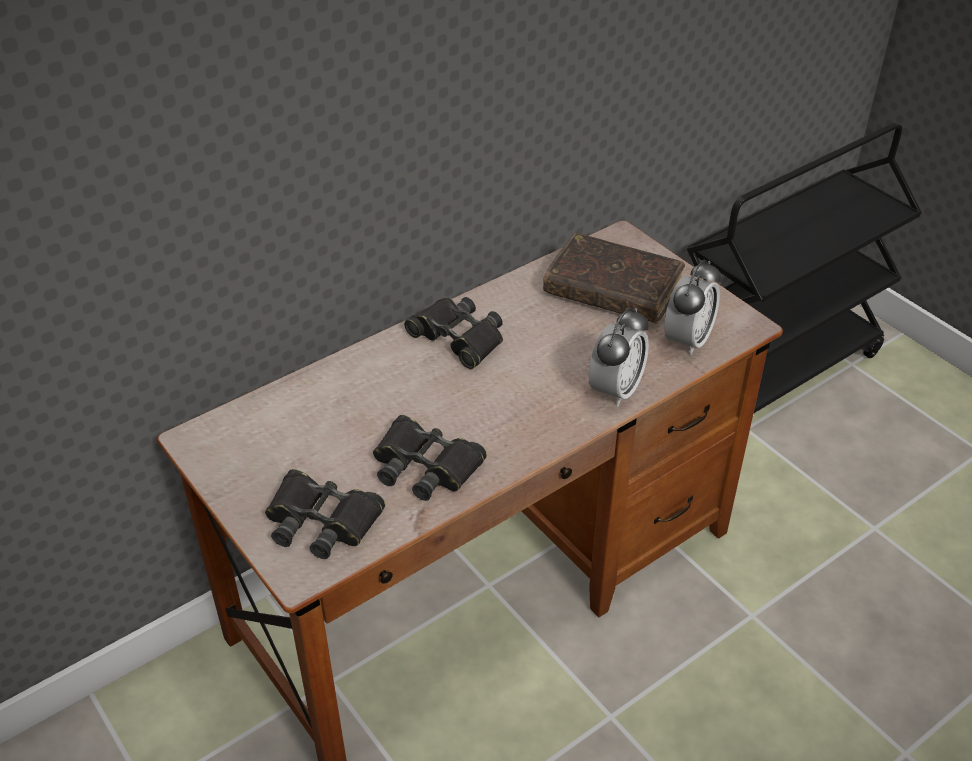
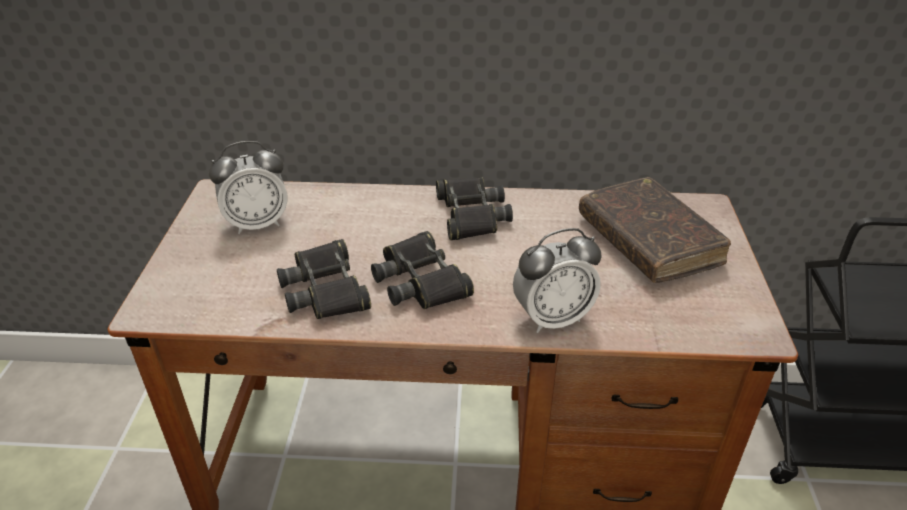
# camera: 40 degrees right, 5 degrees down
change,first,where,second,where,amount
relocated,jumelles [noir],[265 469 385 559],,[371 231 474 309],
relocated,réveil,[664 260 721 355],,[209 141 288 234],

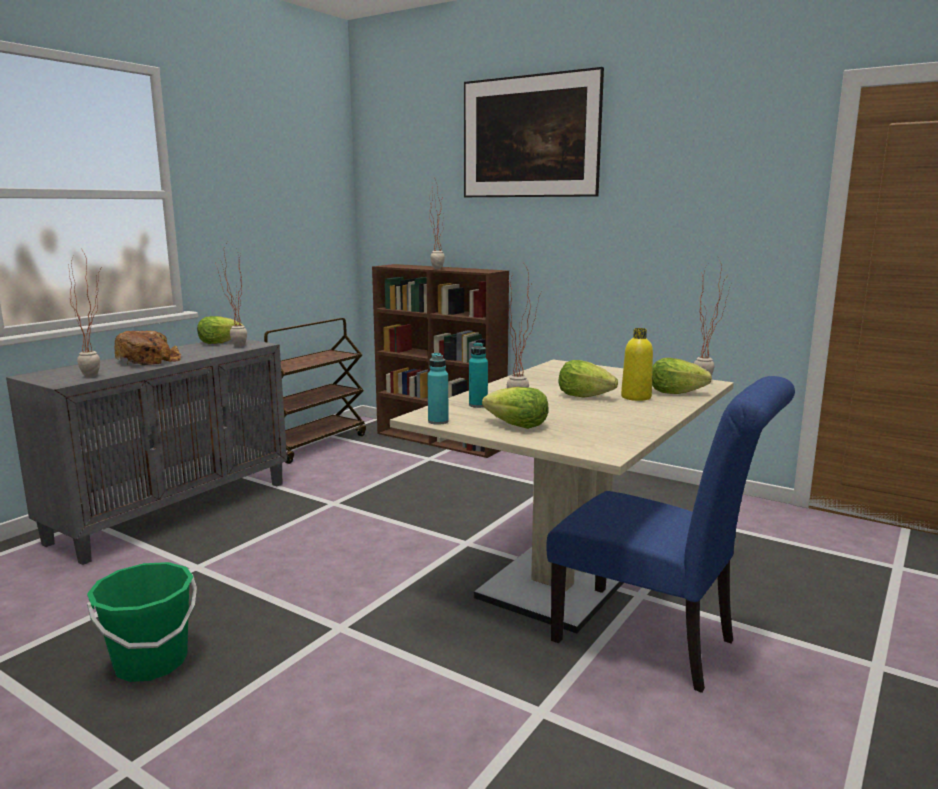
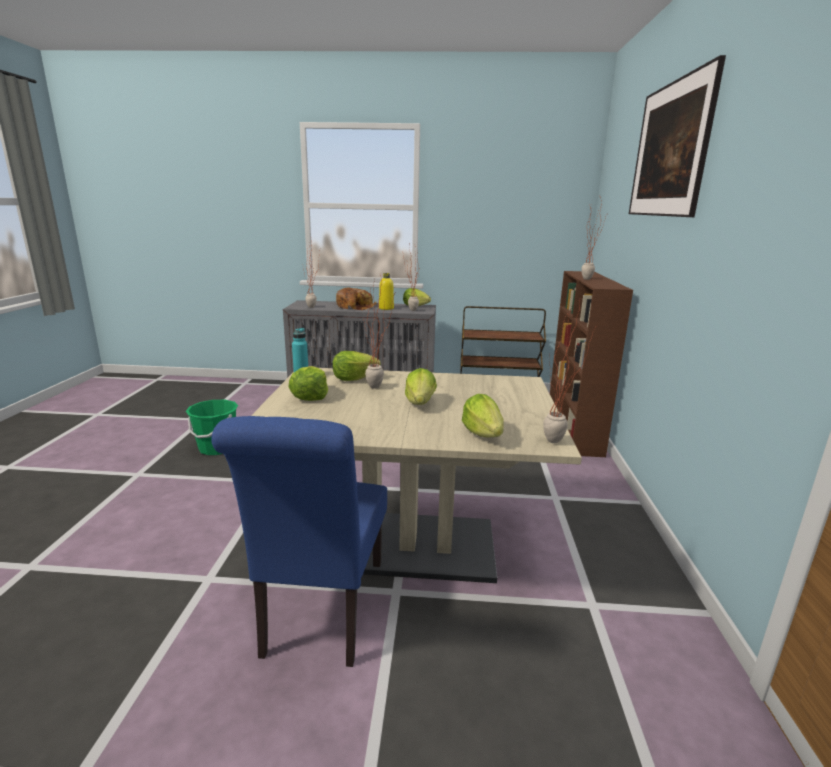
# camera: 60 degrees right, 5 degrees up
change,first,where,second,where,amount
exchanged,bouteille [turquoise],[469 342 488 408],laitue,[332 351 381 381],
relocated,bouteille [jaune],[621 328 653 401],,[379 273 394 310],

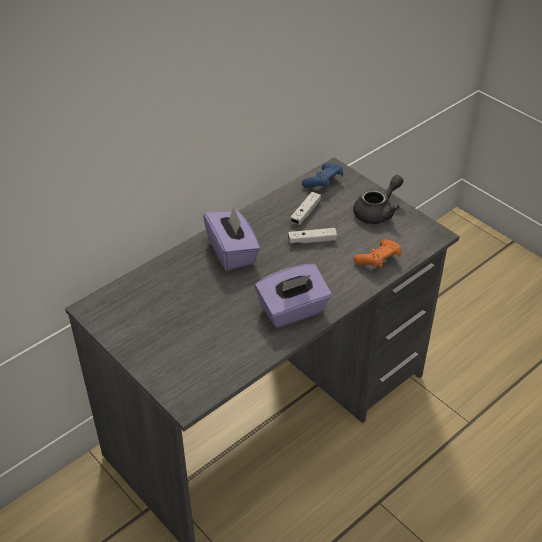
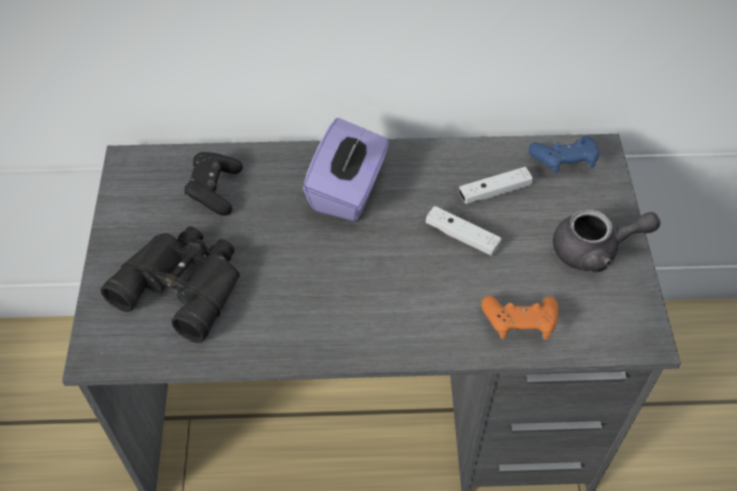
# camera: 40 degrees right, 10 degrees up
change,first,where,second,where,amount
missing,boîte à mouchoirs [violet],[255 264 332 328],,,
appeared,,,jumelles [noir],[101 227 240 343],
appeared,,,manette [noir],[184 152 243 216],

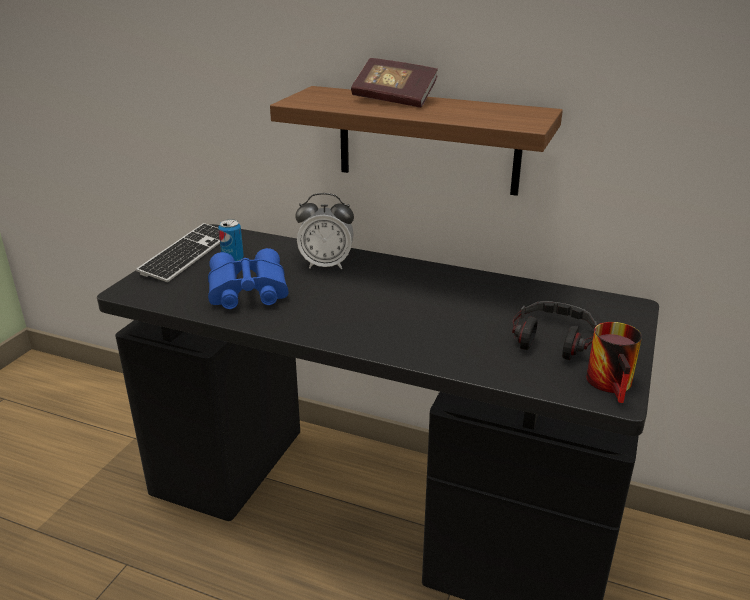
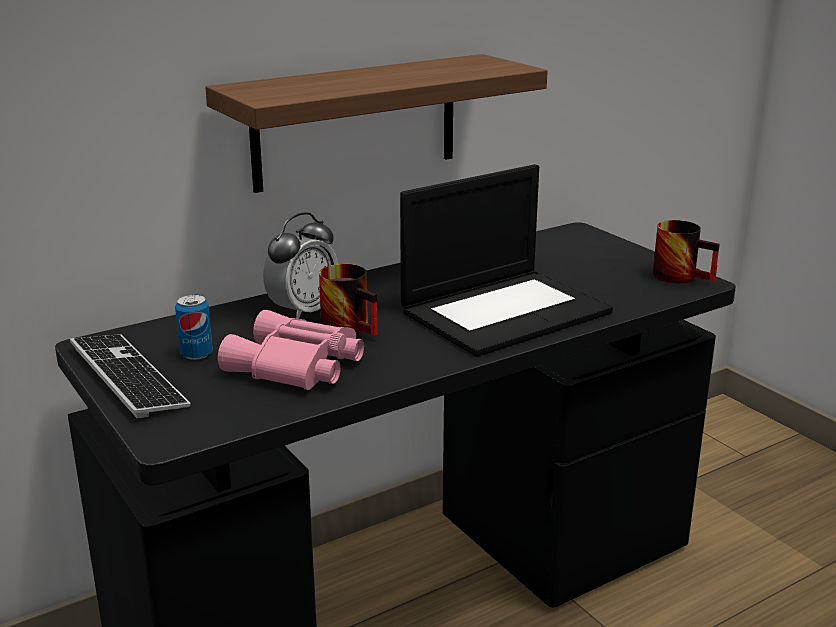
# camera: 55 degrees left, 5 degrees down
change,first,where,second,where,amount
colour,jumelles [bleu],[208 248 288 309],jumelles [rose],[218 310 364 390],
missing,livre,[351 58 438 108],,,
missing,casque audio,[512 301 597 360],,,
appeared,,,mug,[319 264 378 336],
appeared,,,ordinateur portable,[400 164 613 357],

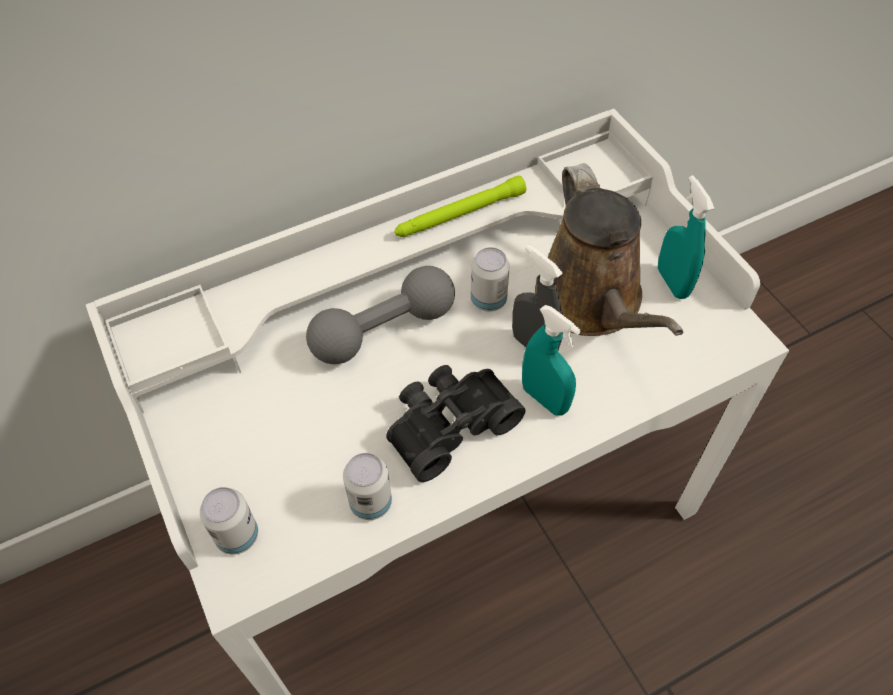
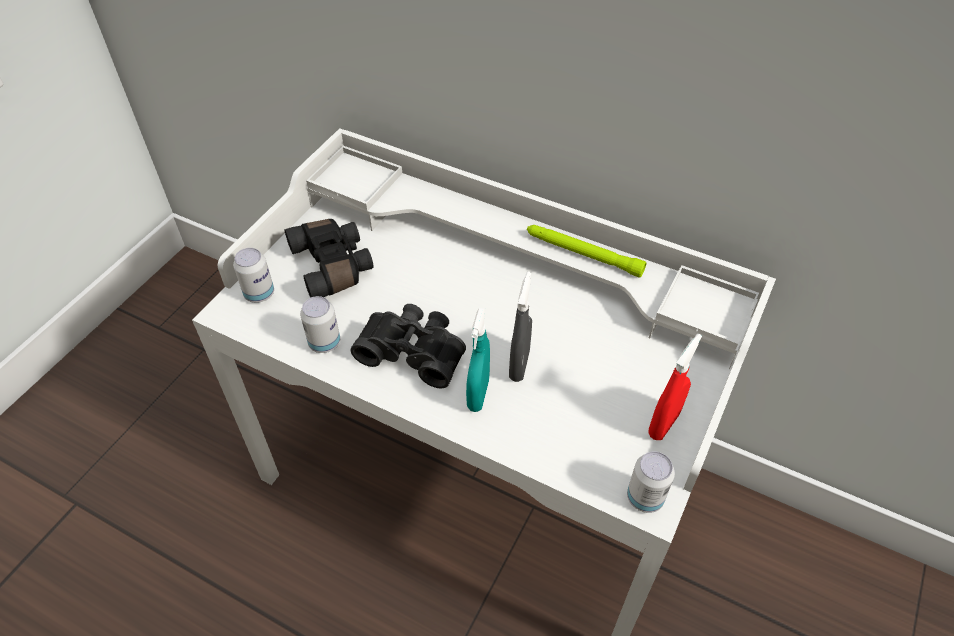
# camera: 55 degrees right, 5 degrees down
change,first,where,second,where,amount
missing,haltère [gris],[306 266 455 364],,,
relocated,boîte métallique,[471 247 510 311],,[627 451 675 513],
missing,arrosoir [marron],[535 163 684 336],,,
colour,vaporisateur [turquoise],[658 175 714 299],vaporisateur [rouge],[648 334 702 440],
appeared,,,jumelles [noir],[284 219 374 298],

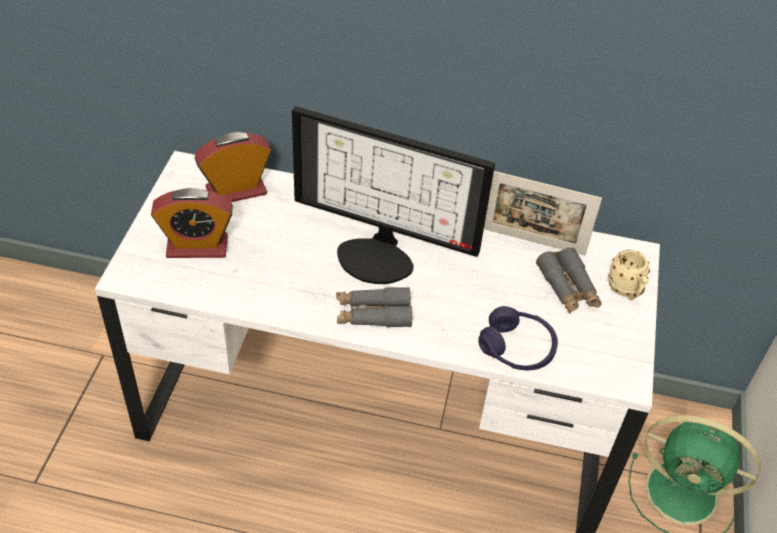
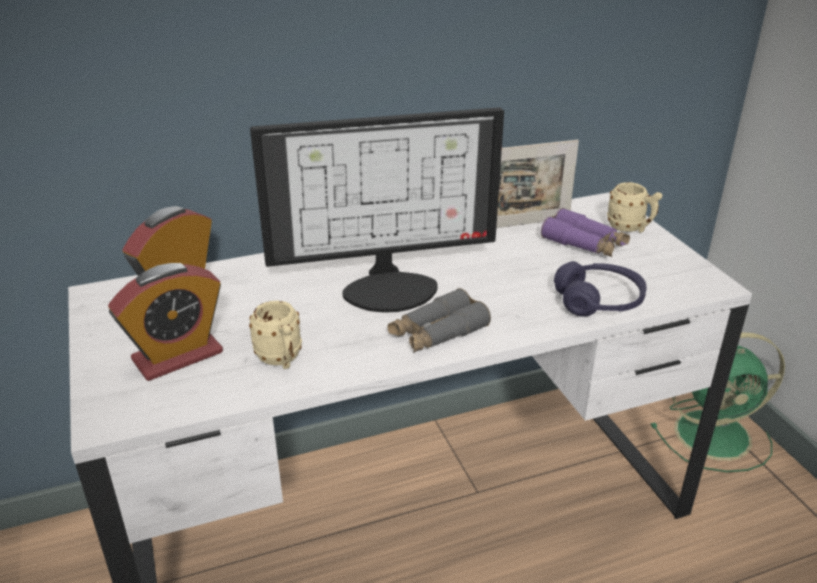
# camera: 30 degrees left, 15 degrees down
change,first,where,second,where,amount
colour,jumelles [gris],[536 247 602 314],jumelles [violet],[541 208 630 257],
appeared,,,mug [beige],[249 301 302 369],

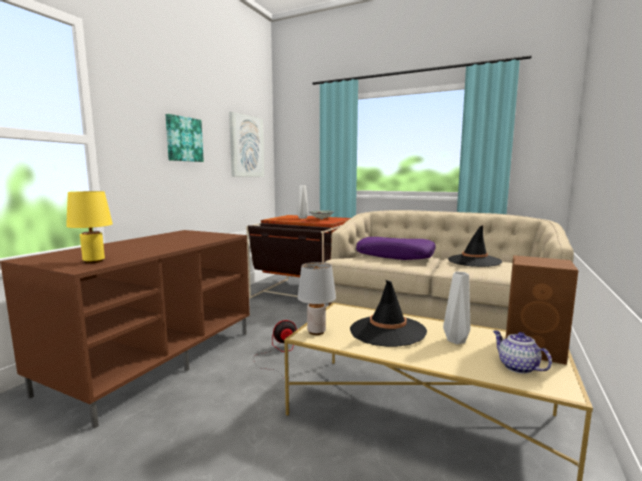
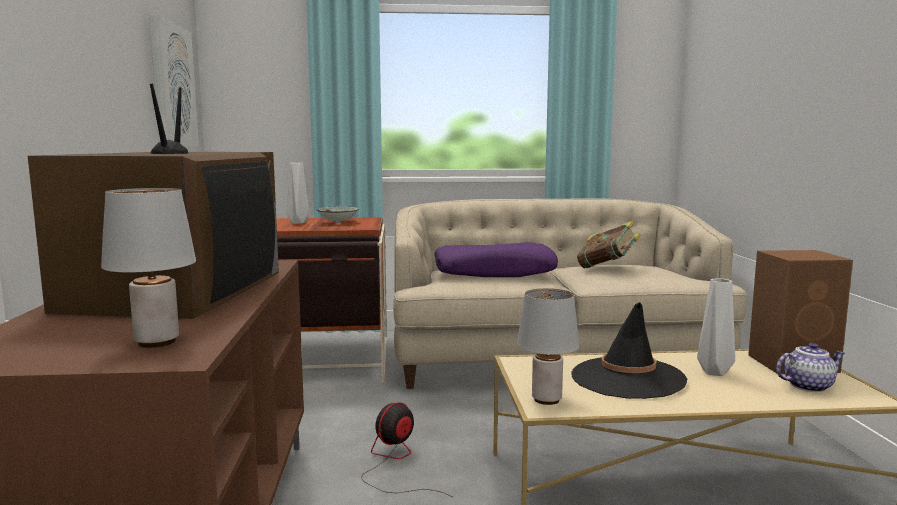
# camera: 30 degrees left, 0 degrees up
change,first,where,second,where,amount
colour,lampe de table [jaune],[66 191 113 263],lampe de table [gris],[101 188 196 348],
missing,tableau,[165 114 204 162],,,
exchanged,chapeau [noir],[448 225 502 267],livre,[577 221 641 268],
spun,théière,[493 330 552 374],,[776 343 845 392],135 degrees clockwise
appeared,,,téléviseur,[28 84 279 319],

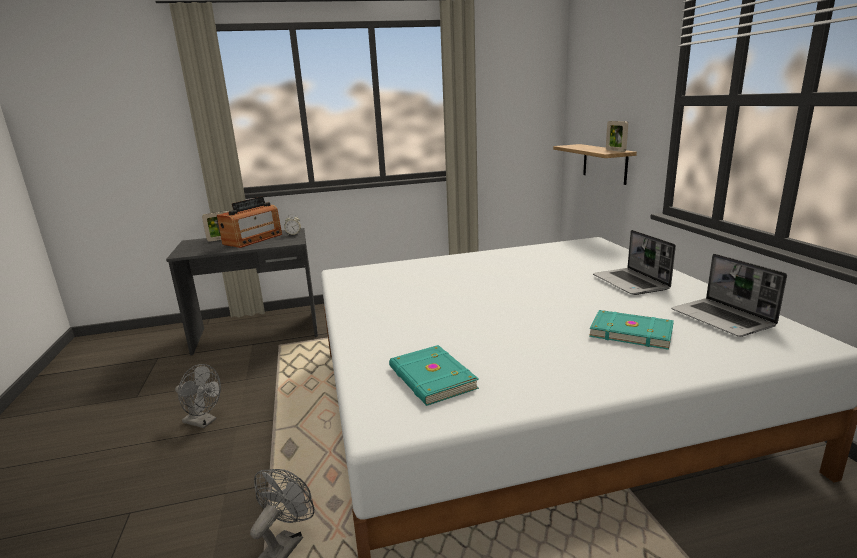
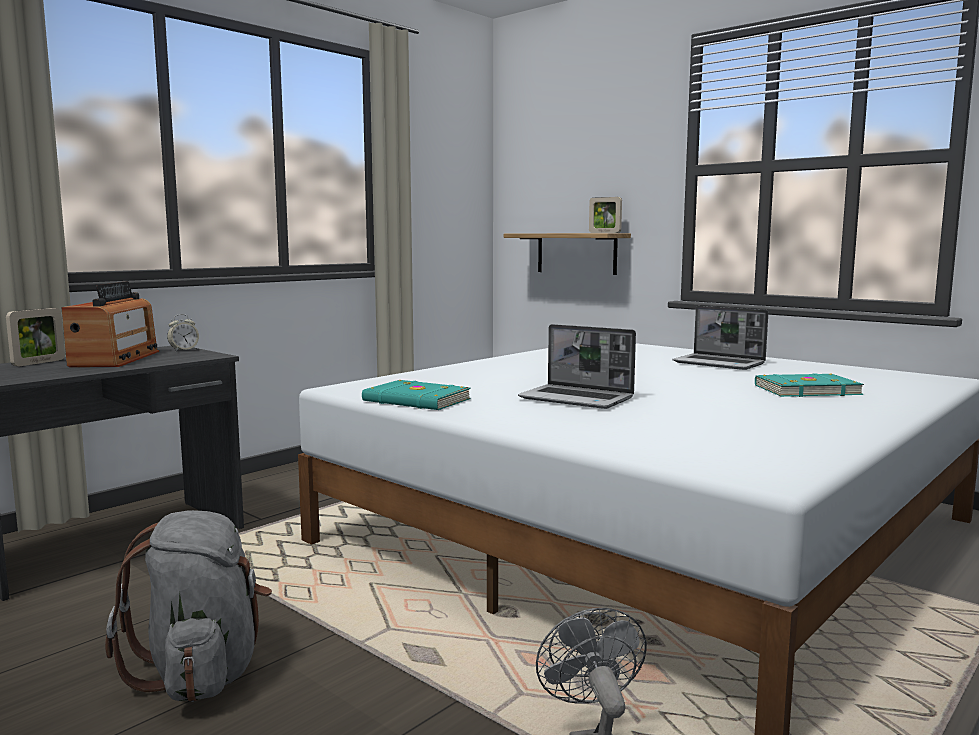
# camera: 35 degrees left, 10 degrees down
change,first,where,second,where,amount
exchanged,ventilateur [gris],[175 364 221 428],sac à dos [gris],[105 510 272 702],
relocated,livre [turquoise],[389 345 479 406],,[362 380 471 410],
relocated,ordinateur portable,[671 254 787 337],,[518 324 636 409],

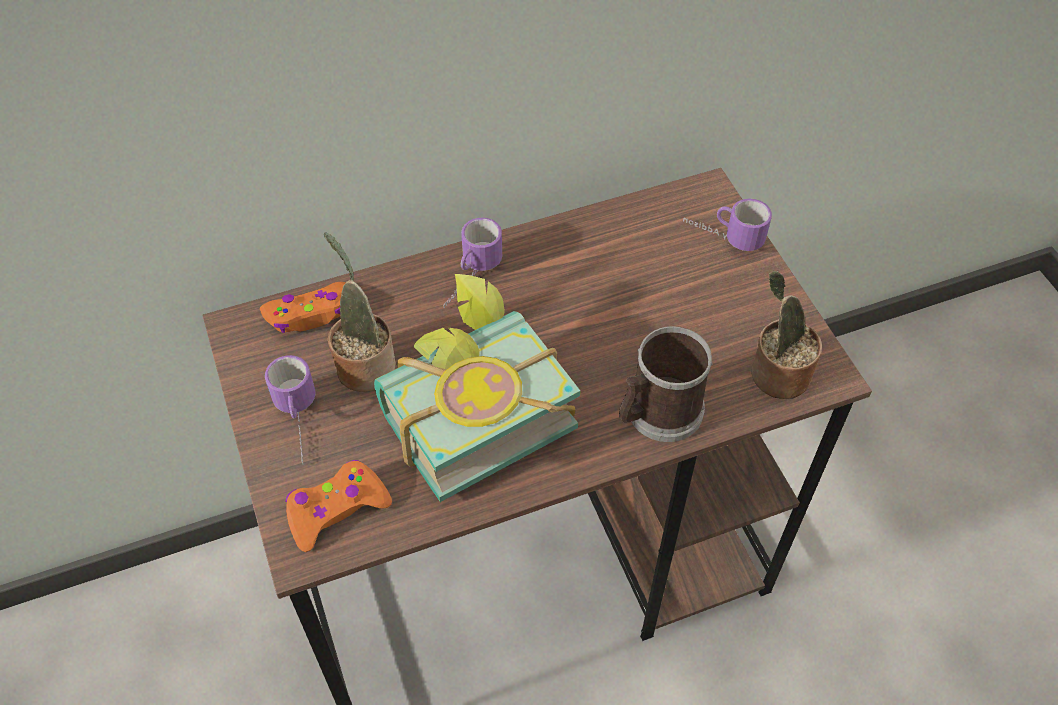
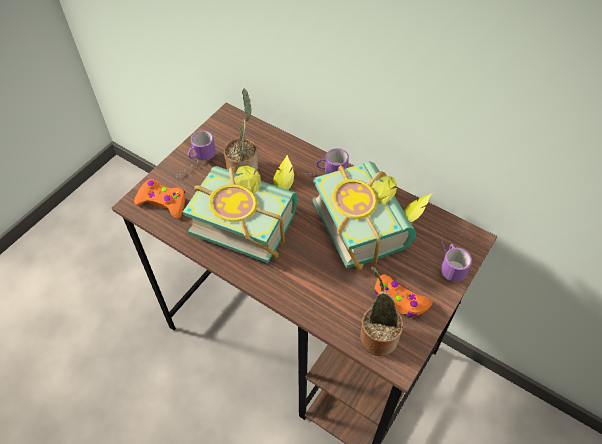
# camera: 55 degrees right, 0 degrees up
change,first,where,second,where,amount
relocated,manette [orange],[260 282 346 333],,[374 274 433 317],
missing,mug,[619 326 713 442],,,
appeared,,,livre,[313 161 432 271],

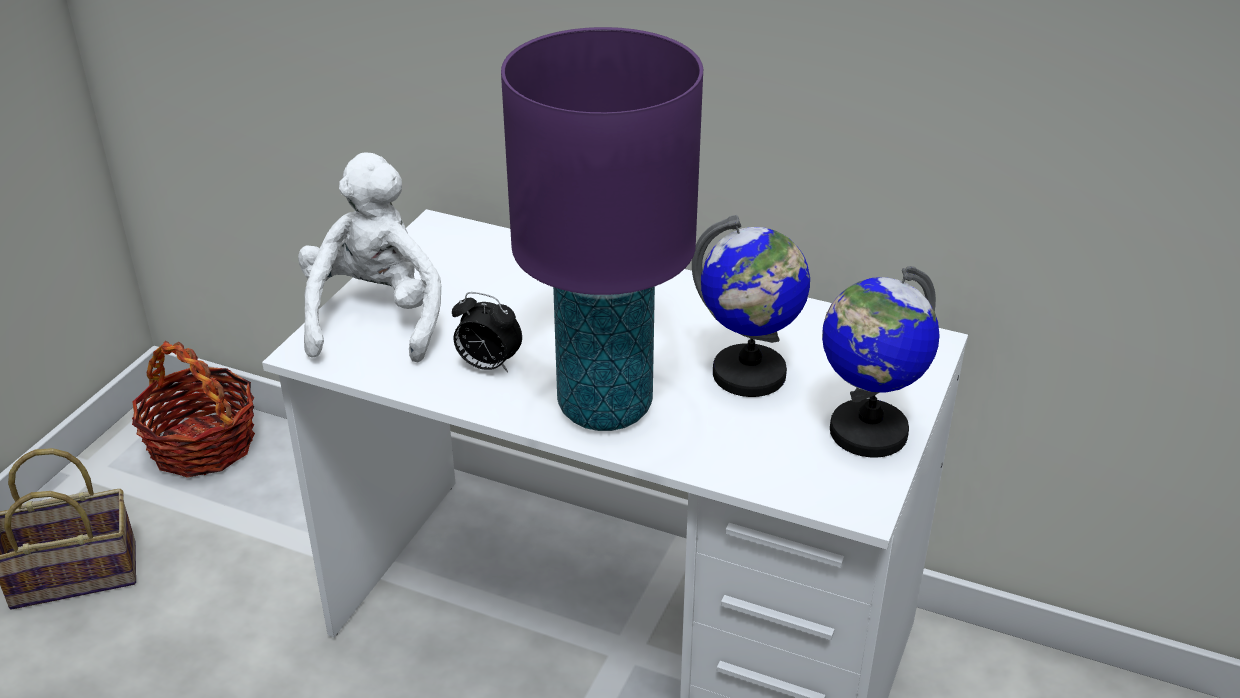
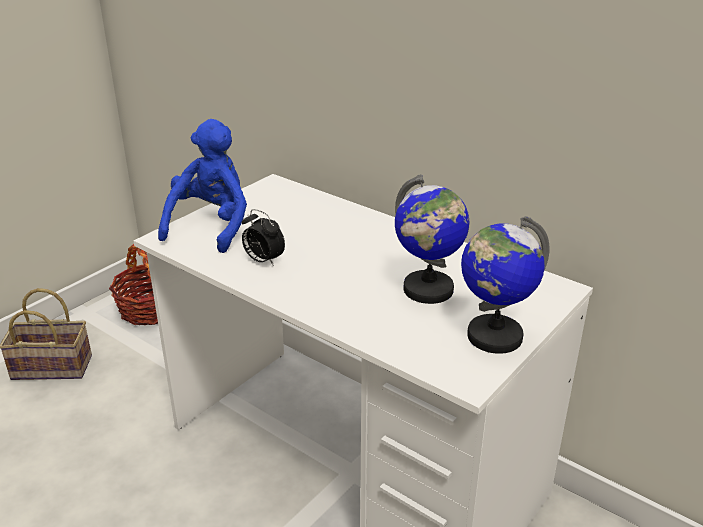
# camera: 15 degrees right, 5 degrees down
change,first,where,second,where,amount
colour,peluche [blanc],[298 153 442 363],peluche [bleu],[158 119 247 253],
missing,lampe de table [violet],[501 27 703 431],,,

